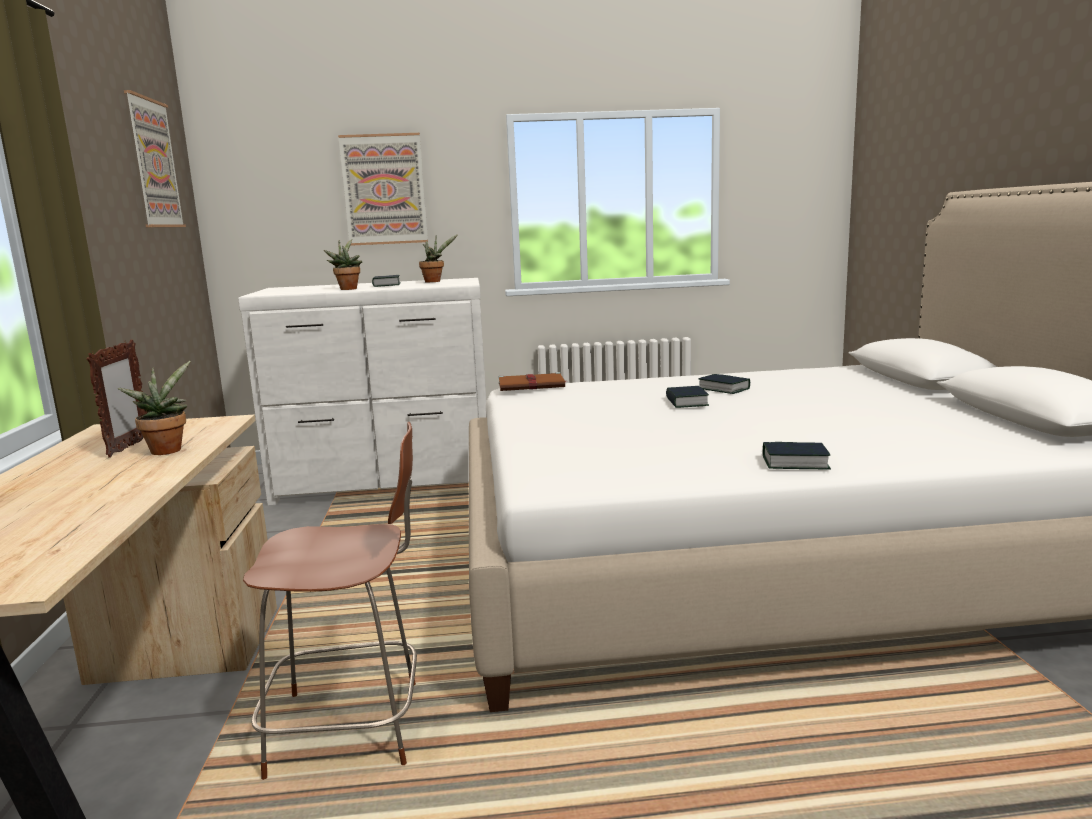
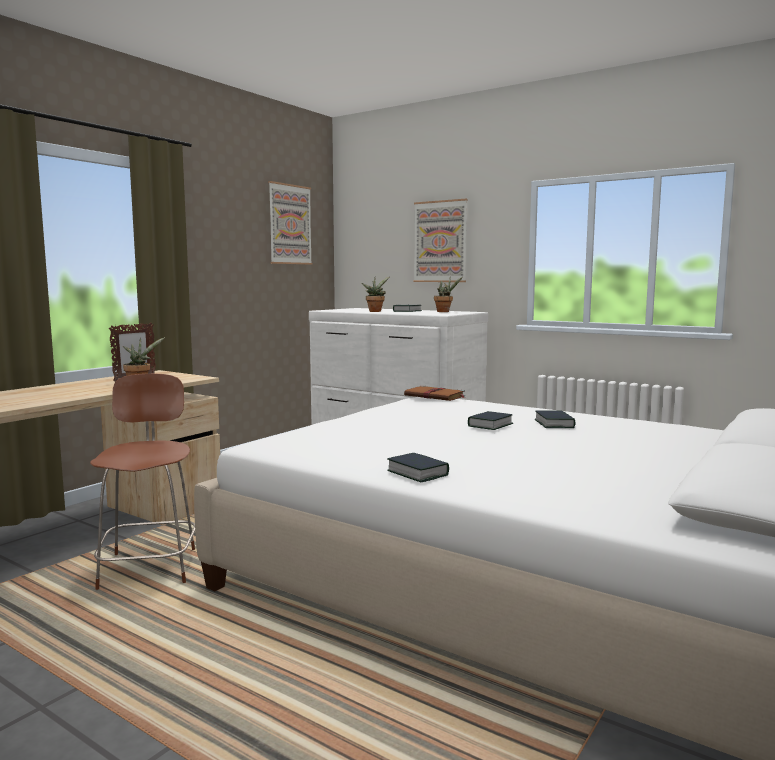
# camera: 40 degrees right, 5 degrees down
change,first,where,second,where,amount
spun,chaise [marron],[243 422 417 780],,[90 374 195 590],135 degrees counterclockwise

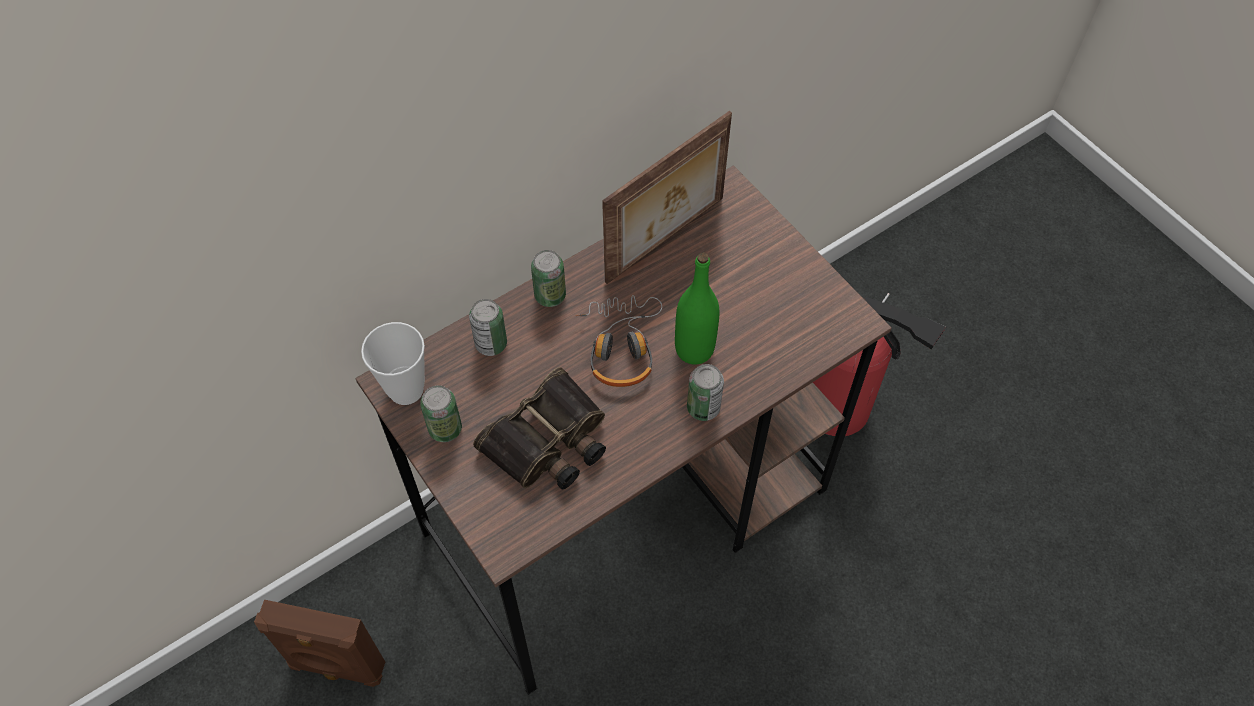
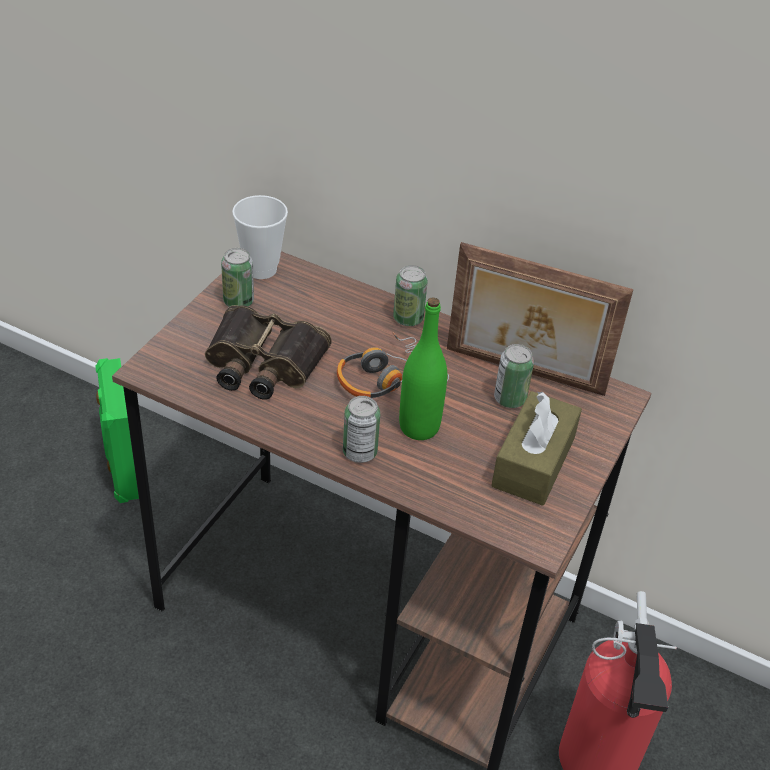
# camera: 60 degrees right, 15 degrees down
change,first,where,second,where,amount
colour,enceinte [marron],[254 600 385 687],enceinte [vert],[95 358 139 503],
relocated,boîte métallique,[469 299 507 356],,[494 344 534 408],
appeared,,,boîte à mouchoirs [marron],[491 391 582 506],

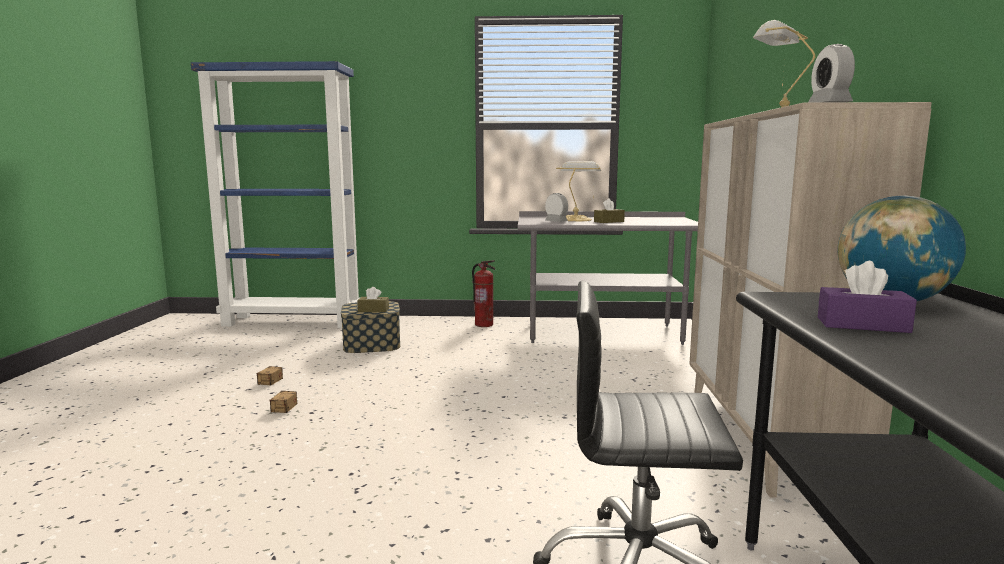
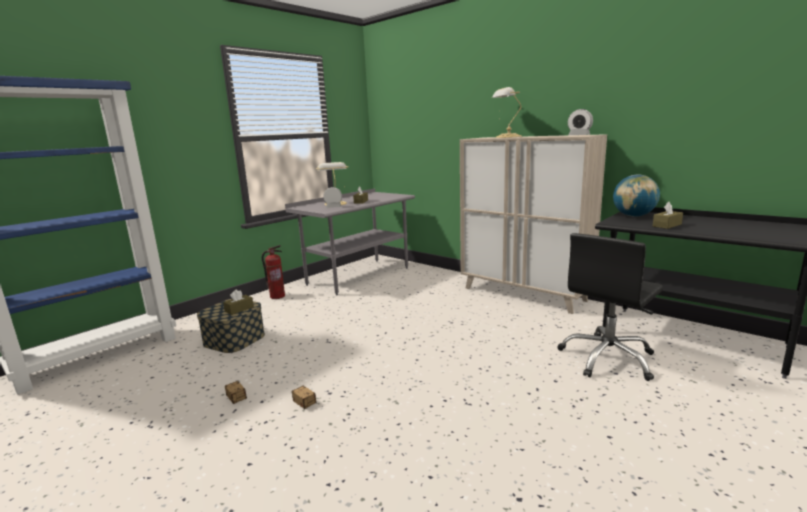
# camera: 50 degrees left, 5 degrees up
change,first,where,second,where,amount
colour,boîte à mouchoirs [violet],[818 261 917 333],boîte à mouchoirs [marron],[653 202 683 229],

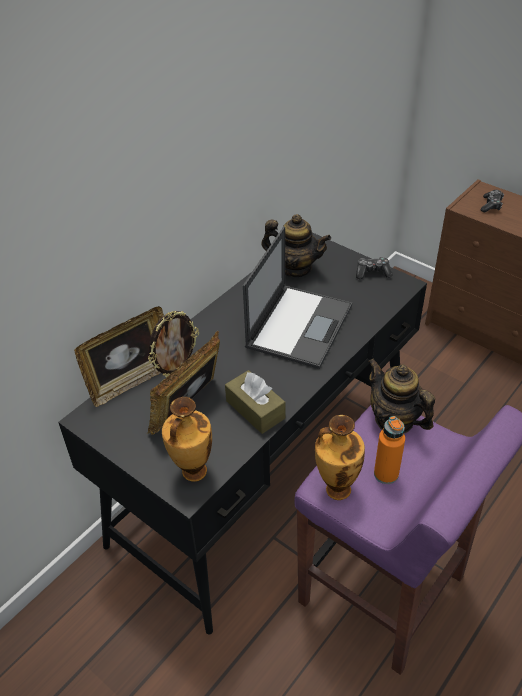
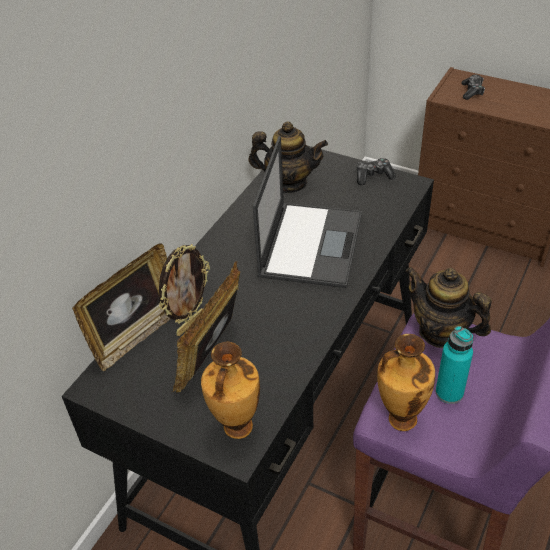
# camera: 10 degrees left, 0 degrees up
change,first,where,second,where,amount
missing,boîte à mouchoirs [marron],[225 370 285 434],,,
colour,bouteille [orange],[374 416 405 484],bouteille [turquoise],[436 326 473 404],

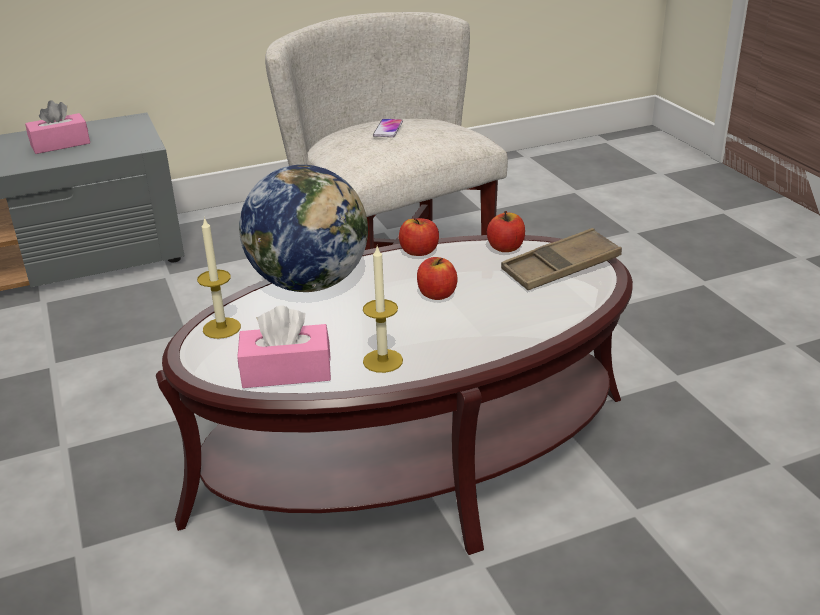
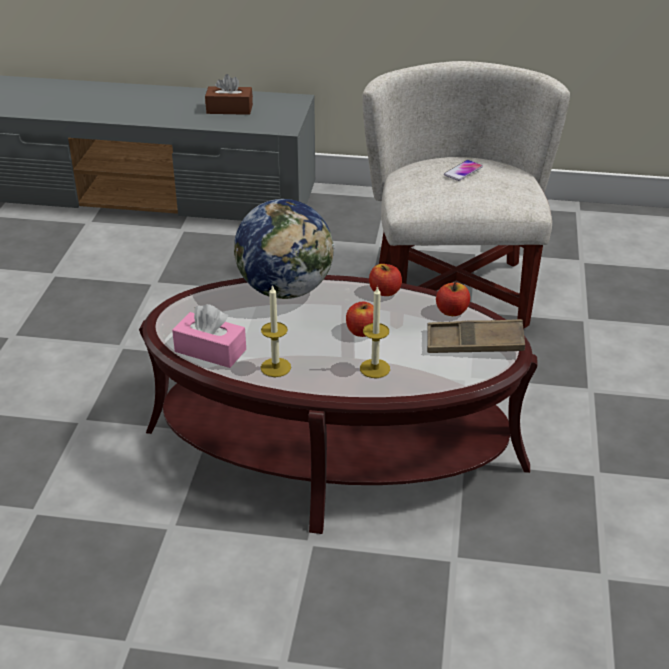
# camera: 30 degrees right, 5 degrees up
change,first,where,second,where,amount
colour,boîte à mouchoirs [rose],[25 100 90 154],boîte à mouchoirs [marron],[205 74 253 115],
relocated,bougie,[197 217 241 339],,[360 286 390 378],

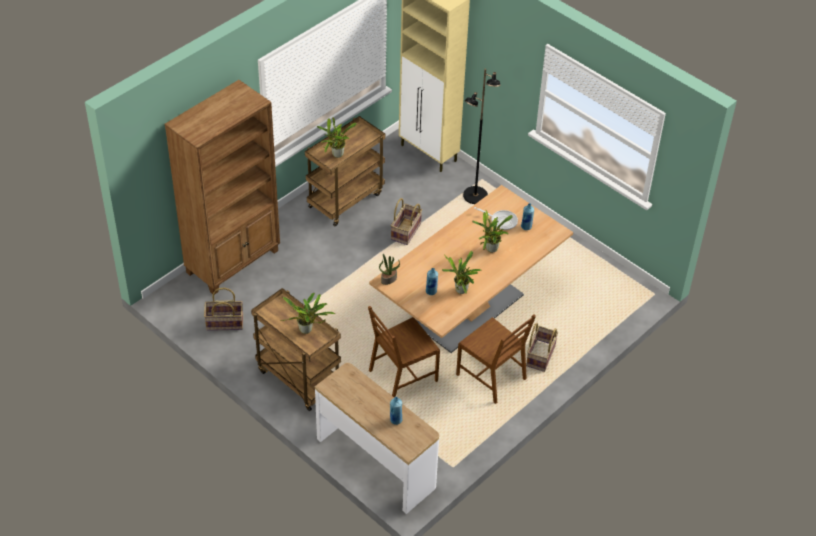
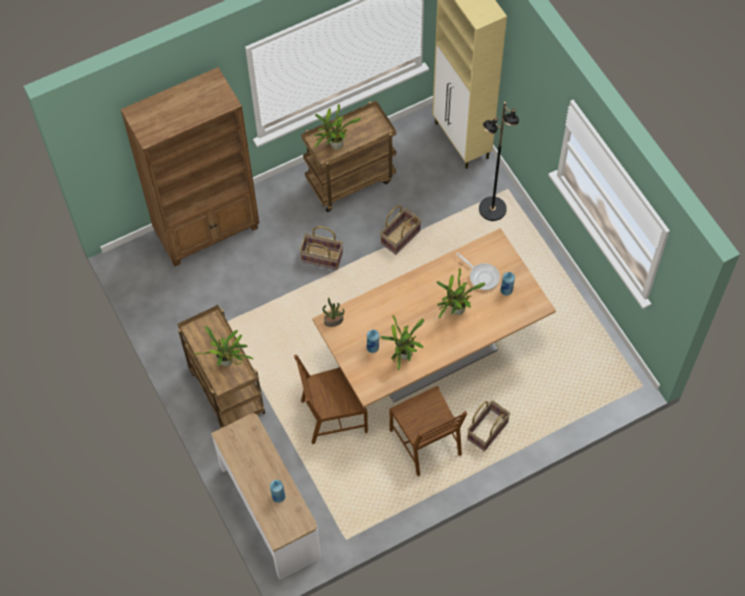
# camera: 20 degrees right, 15 degrees up
change,first,where,second,where,amount
relocated,panier,[204 288 243 331],,[299 226 343 270],

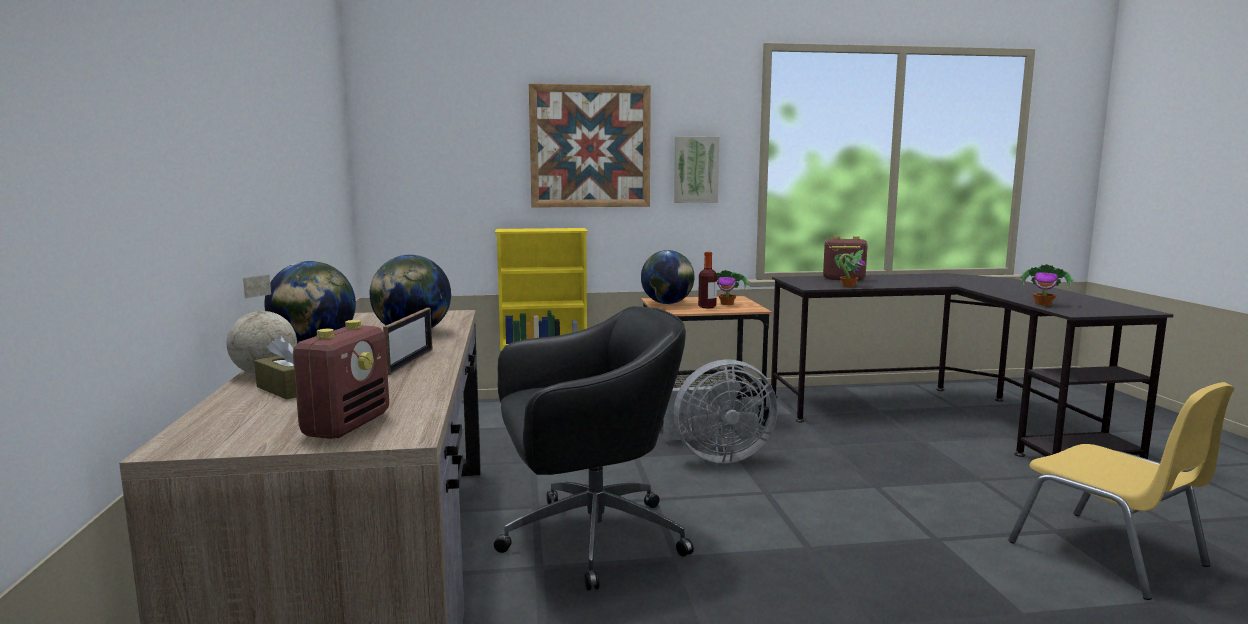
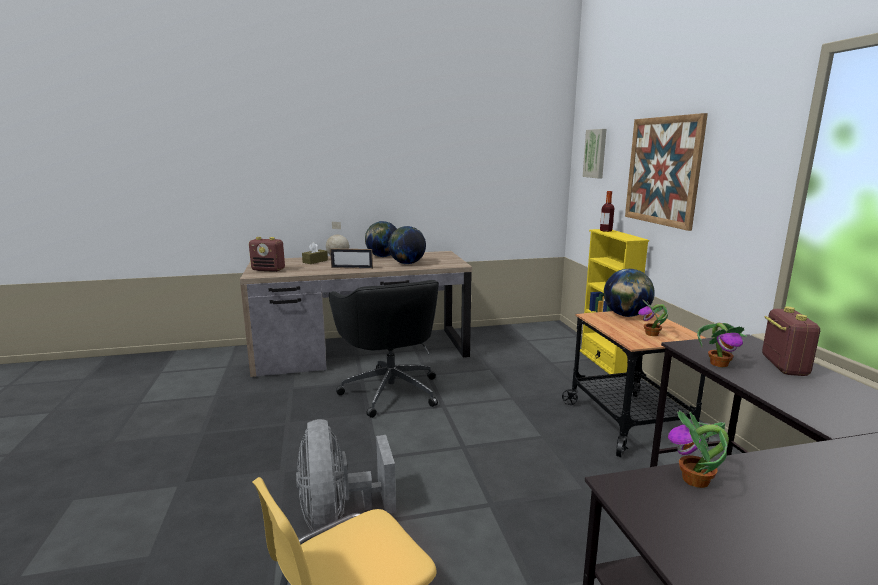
# camera: 85 degrees right, 5 degrees up
change,first,where,second,where,amount
relocated,ventilateur [gris],[663 359 778 463],,[296 419 396 531],
relocated,tableau,[674 136 719 203],,[583 129 606 178],
relocated,bouteille,[698 252 717 308],,[600 191 614 232],

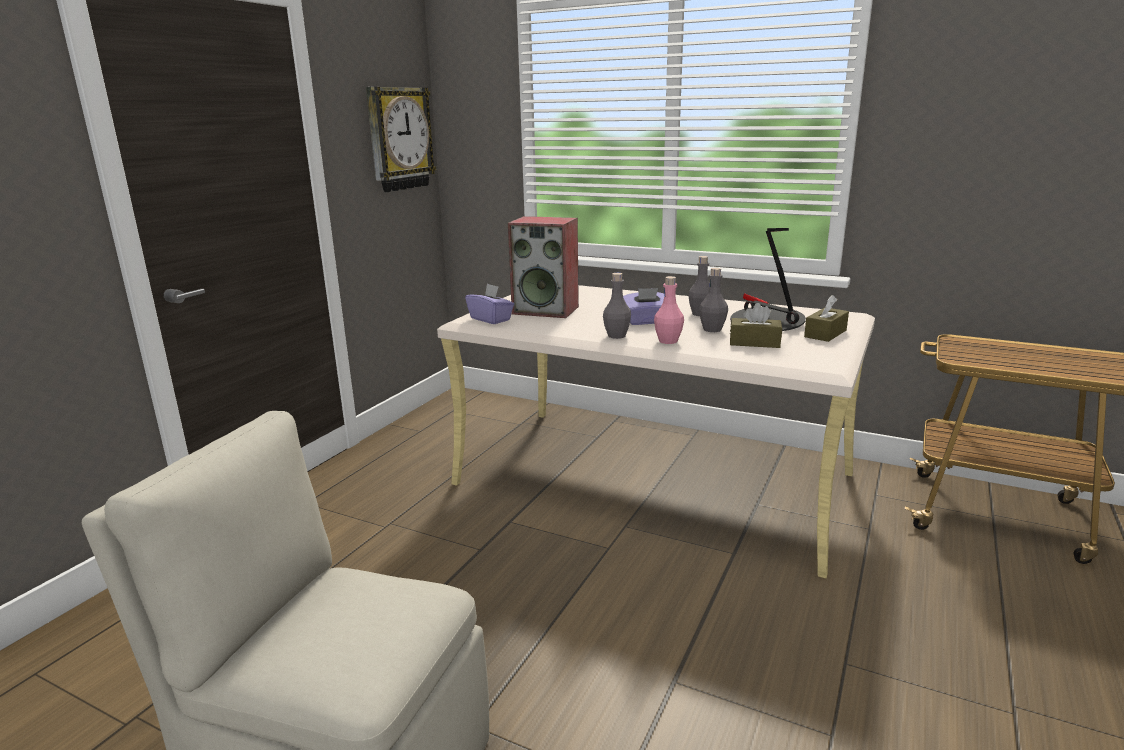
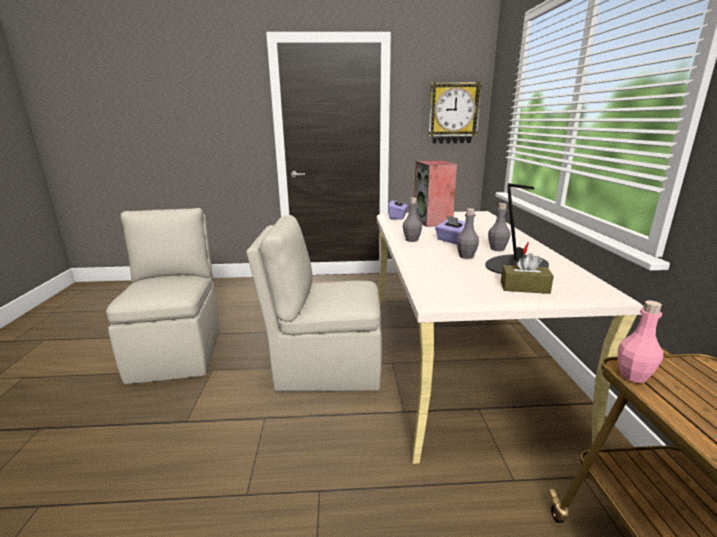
# camera: 60 degrees right, 0 degrees up
change,first,where,second,where,amount
relocated,bouteille [rose],[654 276 684 344],,[618 300 664 383],
missing,boîte à mouchoirs [marron],[730 303 782 348],,,
appeared,,,chaise [beige],[246 215 382 391],

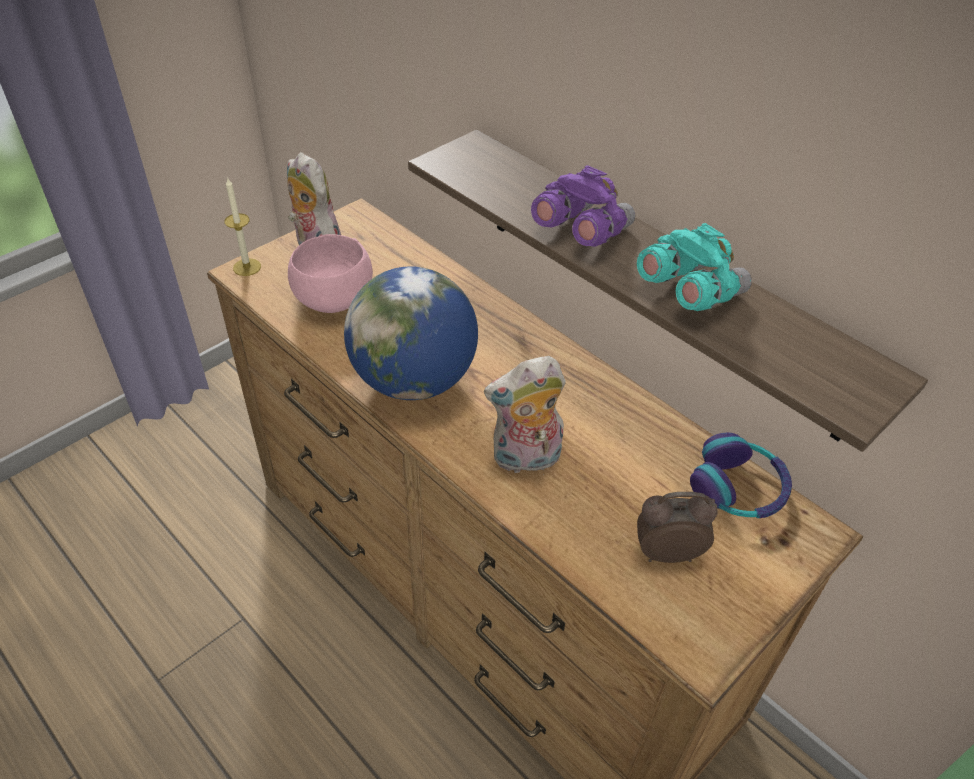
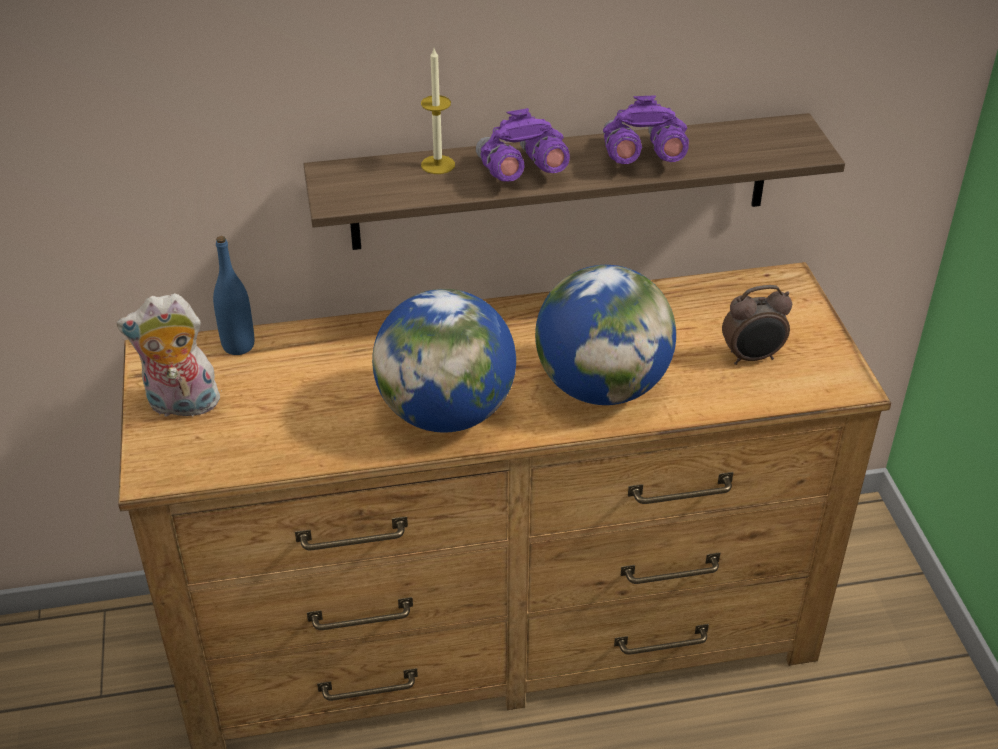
# camera: 55 degrees left, 5 degrees down
change,first,where,second,where,amount
relocated,bougie,[224 177 261 276],,[421 49 455 174],
missing,bol [rose],[288 234 373 313],,,
exchanged,peluche,[484 356 566 475],globe,[535 265 676 405],
colour,jumelles [turquoise],[637 223 752 311],jumelles [violet],[603 95 689 164],
spun,réveil,[637 492 718 563],,[722 285 792 365],135 degrees counterclockwise
missing,casque audio,[690 433 792 518],,,
appeared,,,bouteille [bleu],[213 236 254 355],

